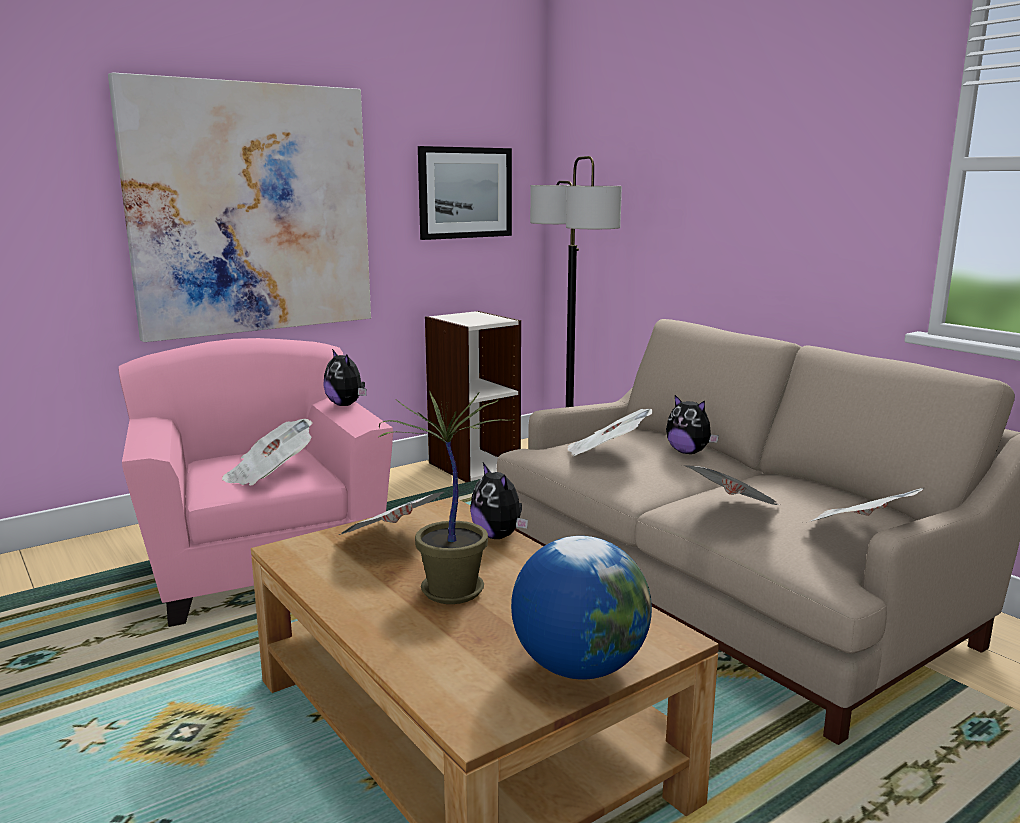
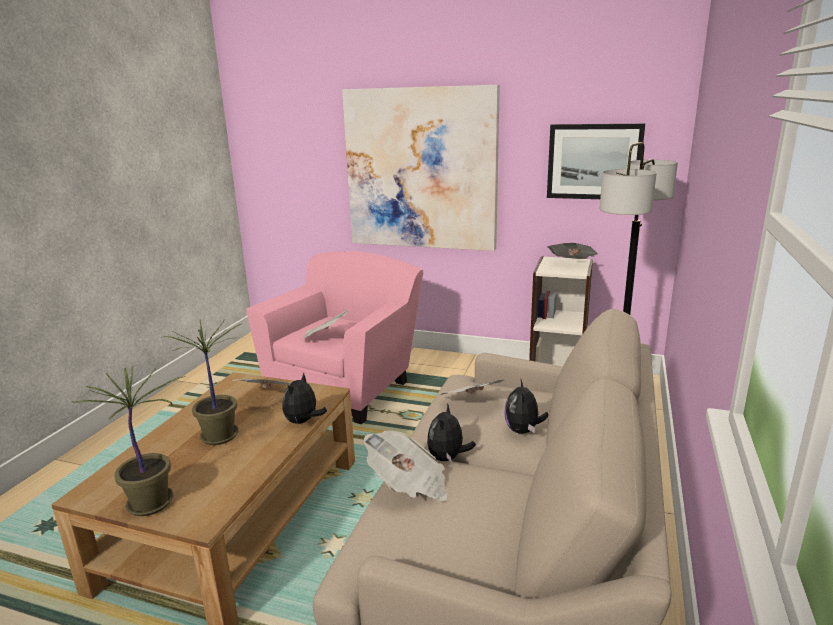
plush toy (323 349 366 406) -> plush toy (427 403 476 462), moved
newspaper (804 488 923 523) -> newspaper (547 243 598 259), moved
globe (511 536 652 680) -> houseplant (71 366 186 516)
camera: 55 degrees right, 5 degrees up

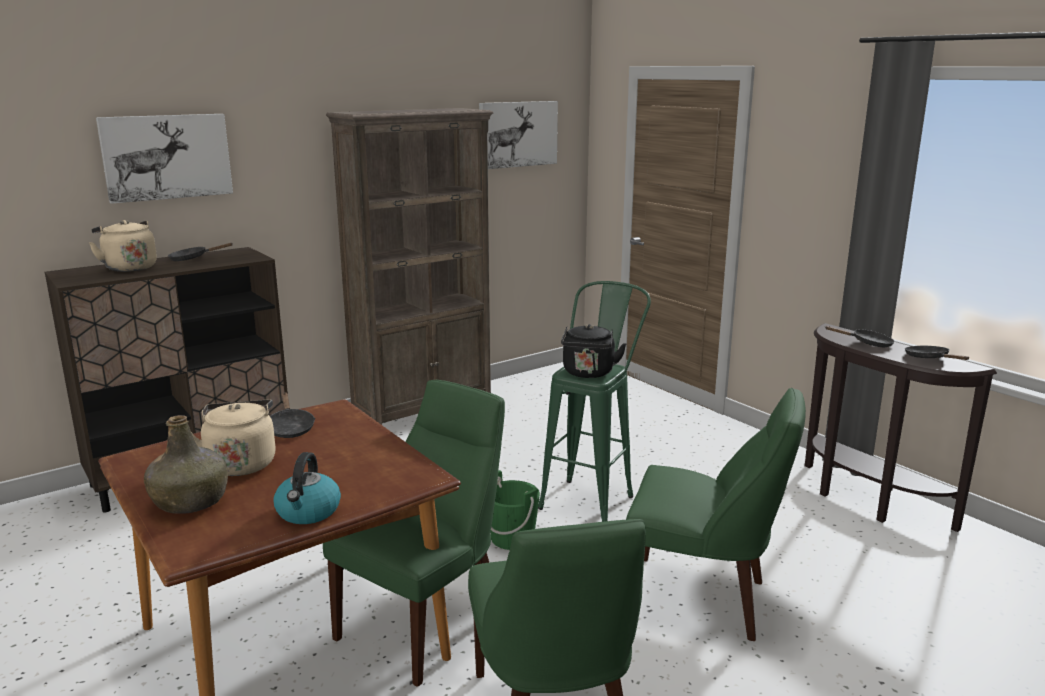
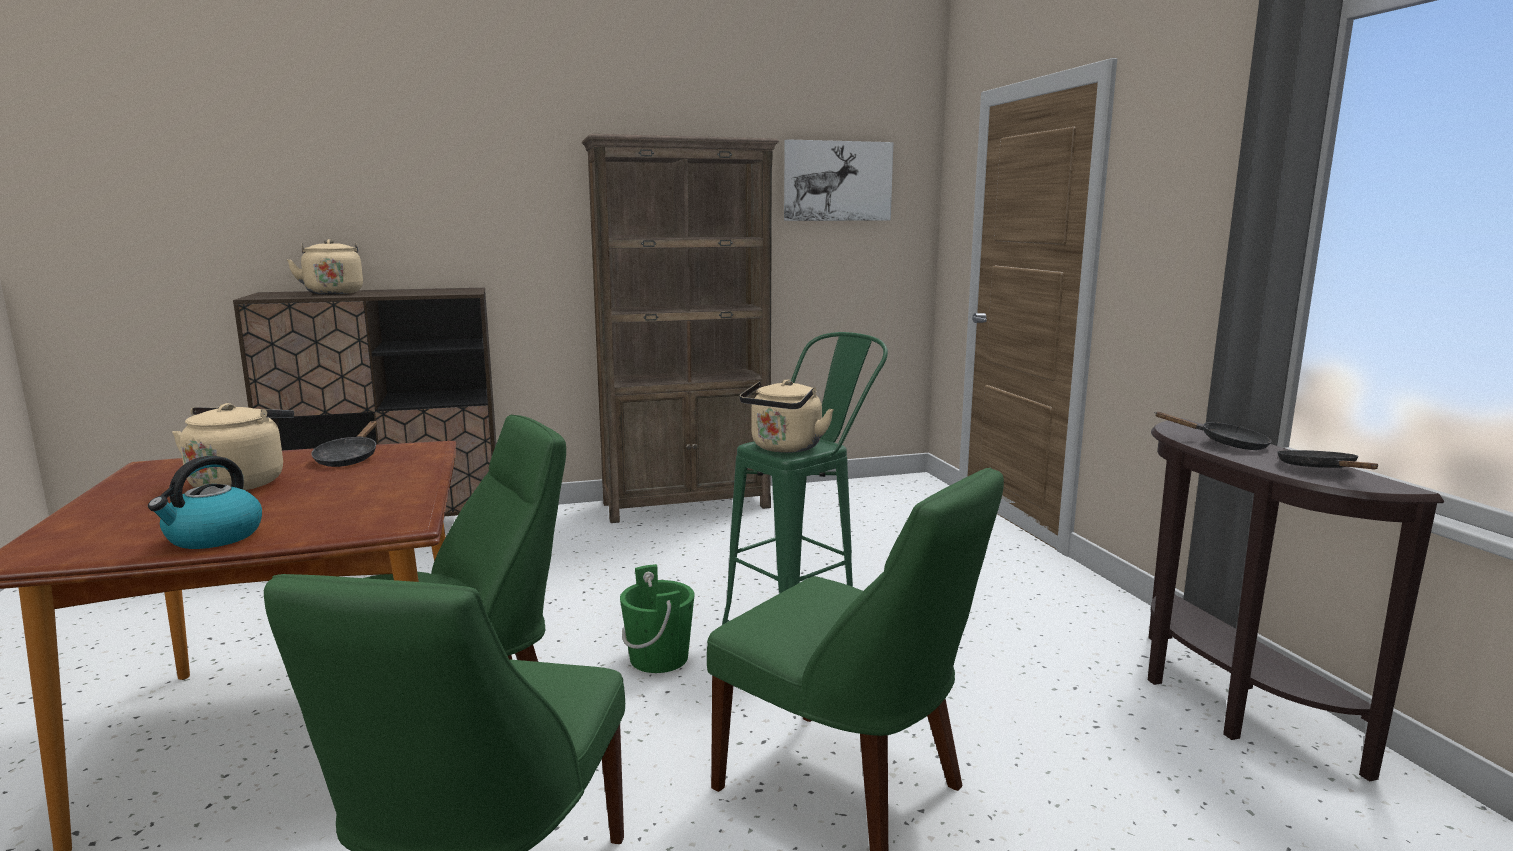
picture (96 114 233 204) -> none
green-coloured drink bottle (144 415 228 514) -> none
black frying pan (168 243 233 261) -> none
black tea kettle (561 324 626 378) -> beige-coloured tea kettle (740 379 834 453)
camera: 20 degrees right, 5 degrees down

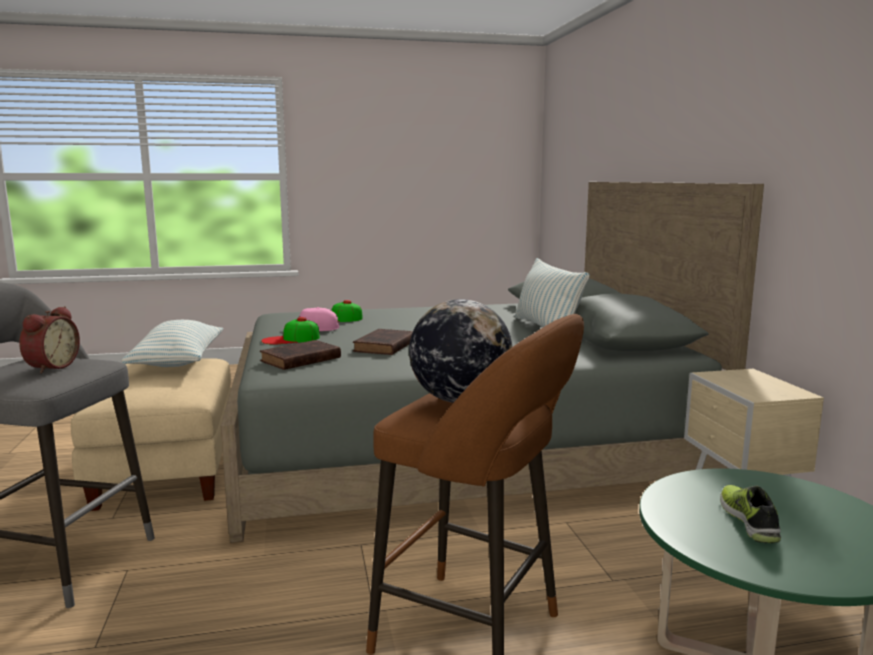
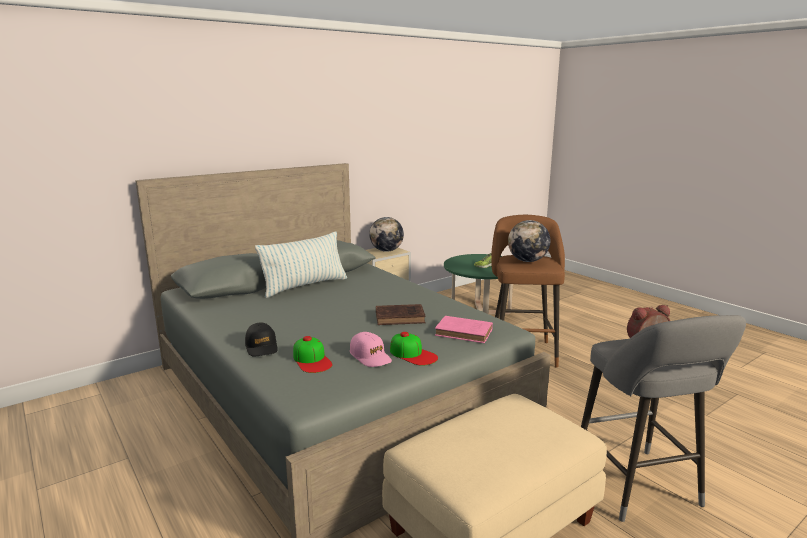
pillow (121 320 223 367) -> none
none -> black cap (245 323 278 356)
none -> globe (369 217 404 252)
brown bound book (260 340 341 370) -> pink-coloured bound book (435 316 493 343)
camera: 115 degrees left, 5 degrees up

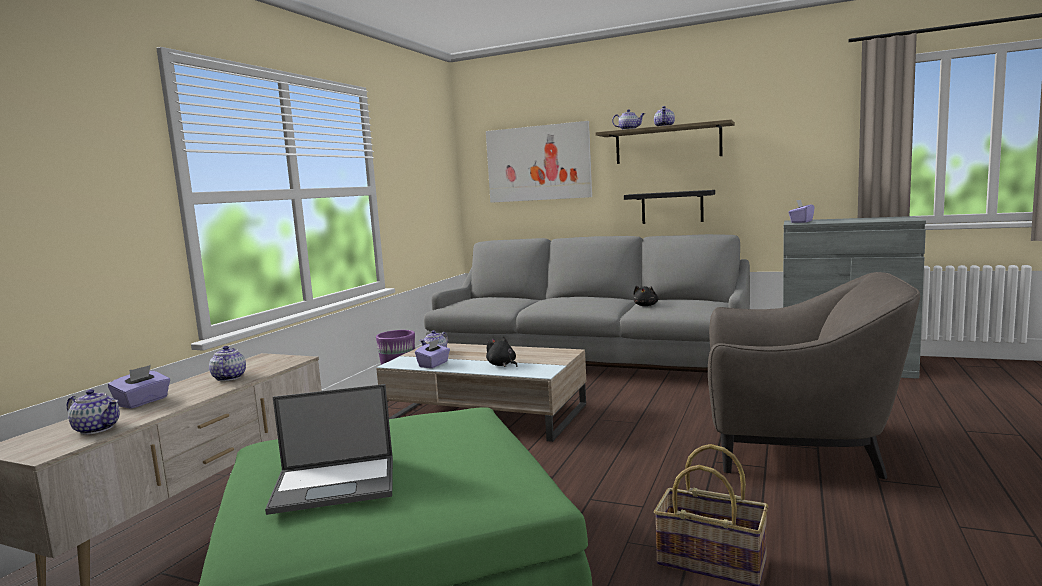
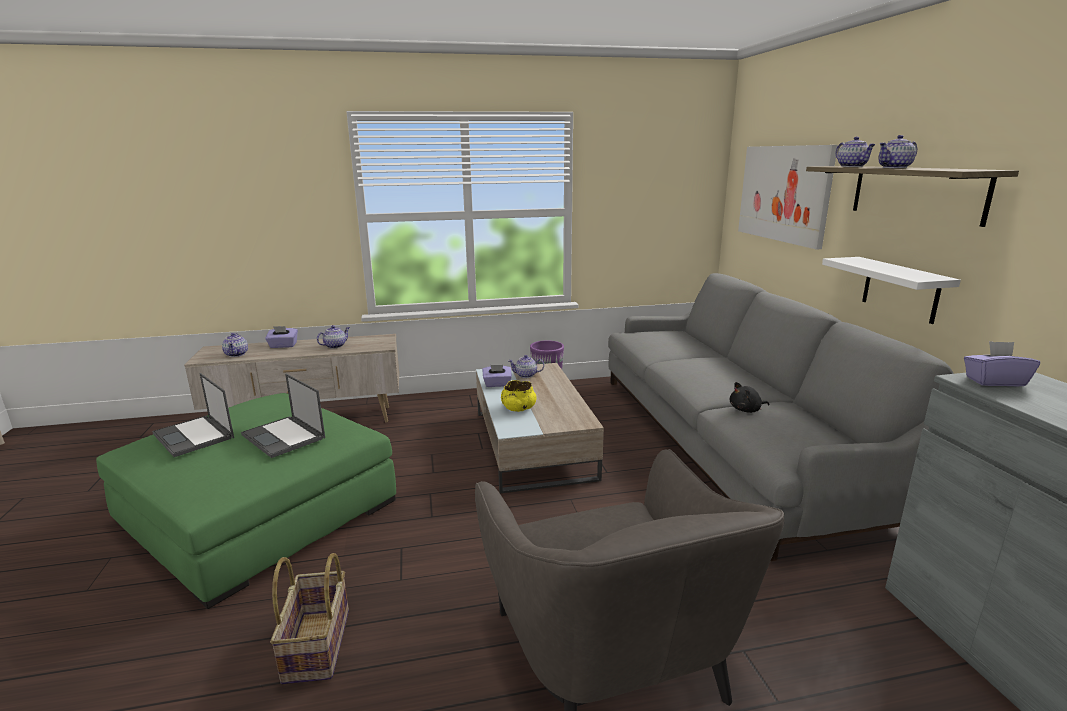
none -> portable computer (241 374 325 458)
black plush toy (486 337 518 367) -> yellowish deep dish (501 380 536 412)
black shelf (624 190 715 224) -> white-coloured shelf (822 257 961 324)
camera: 55 degrees right, 10 degrees up

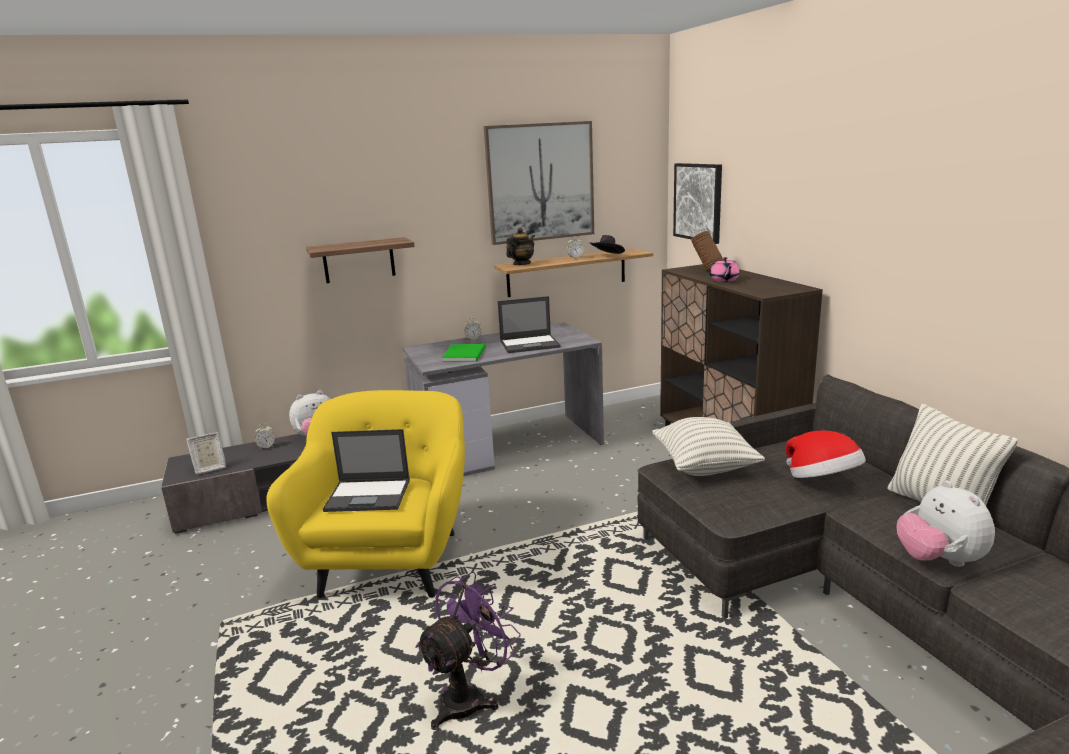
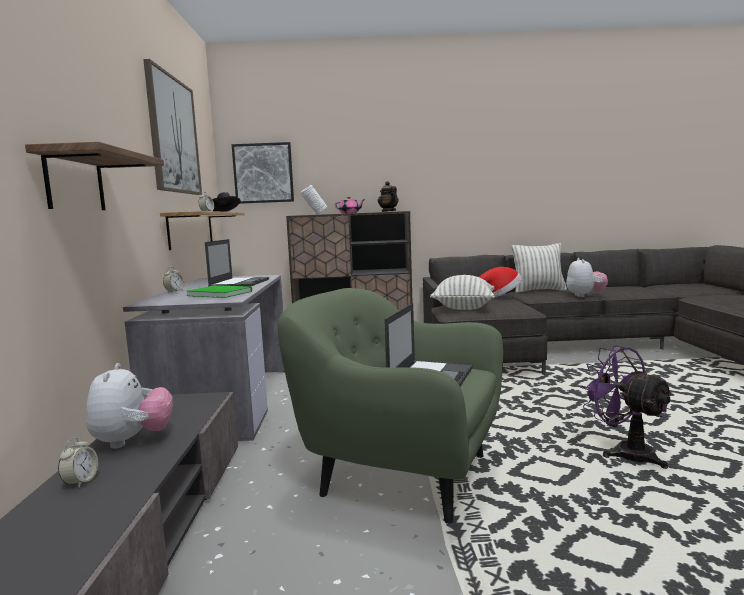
standing frame (186 432 226 475) -> none
teapot (506 227 535 265) -> teapot (378 181 399 212), moved
yellowish armchair (266 390 465 598) -> green-coloured armchair (278 288 503 524)
brown vase (691 231 723 271) -> white-coloured vase (301 185 327 215)
plush toy (896 481 995 567) -> plush toy (566 258 608 297), 90 degrees counterclockwise
camera: 70 degrees left, 10 degrees down

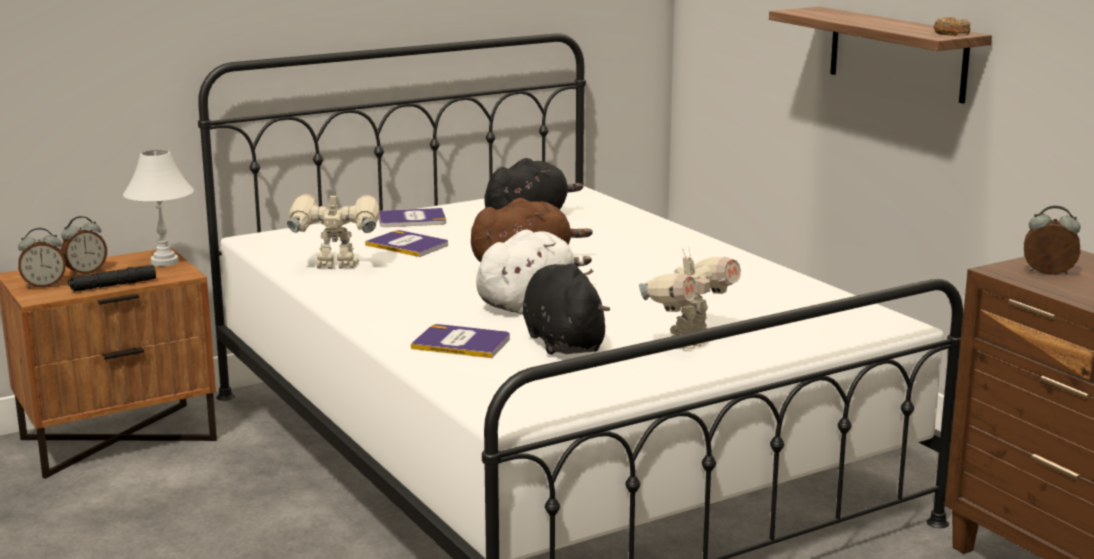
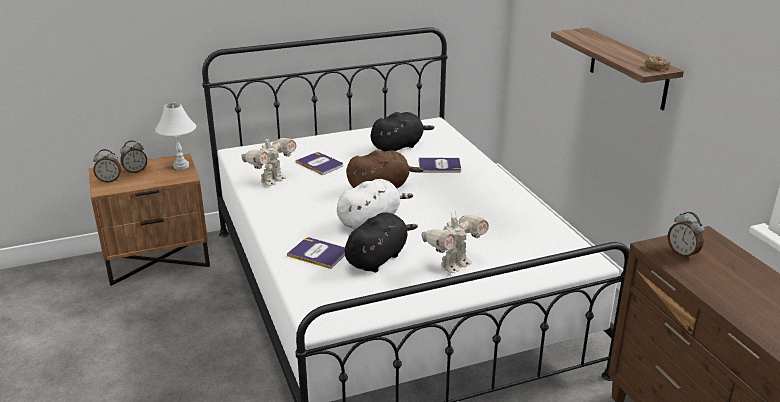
black flashlight (68 265 156 292) -> none
bound book (379 208 446 227) -> bound book (419 158 461 173), moved
model robot (287 188 380 269) -> model robot (241 134 297 186), 120 degrees clockwise
black plush toy (523 263 610 355) -> black plush toy (345 212 418 272), 45 degrees clockwise
alarm clock (1024 205 1081 275) -> alarm clock (668 212 704 259), 150 degrees counterclockwise
camera: 10 degrees right, 10 degrees up

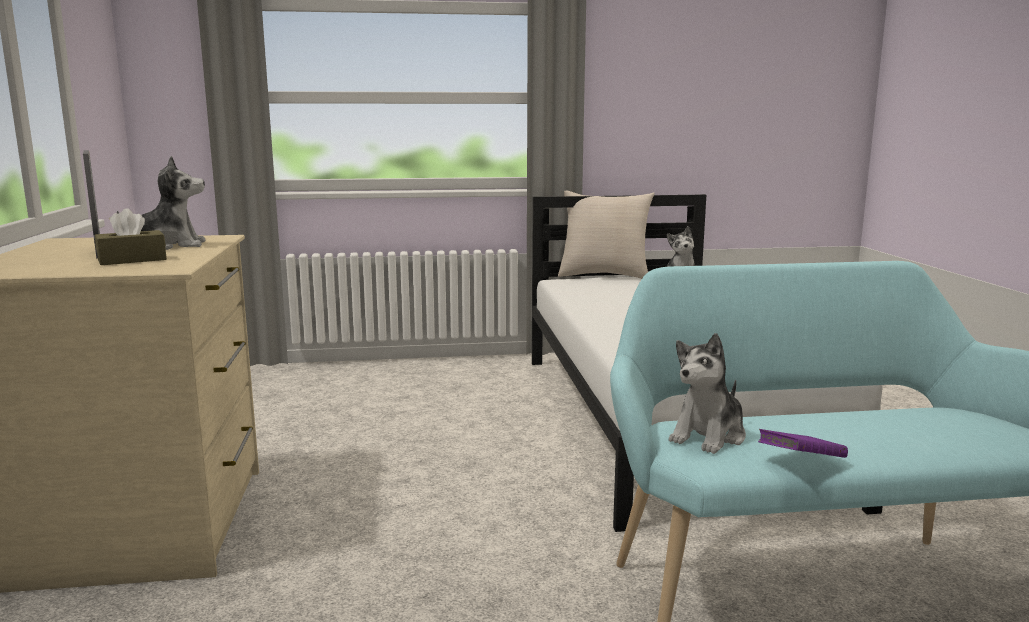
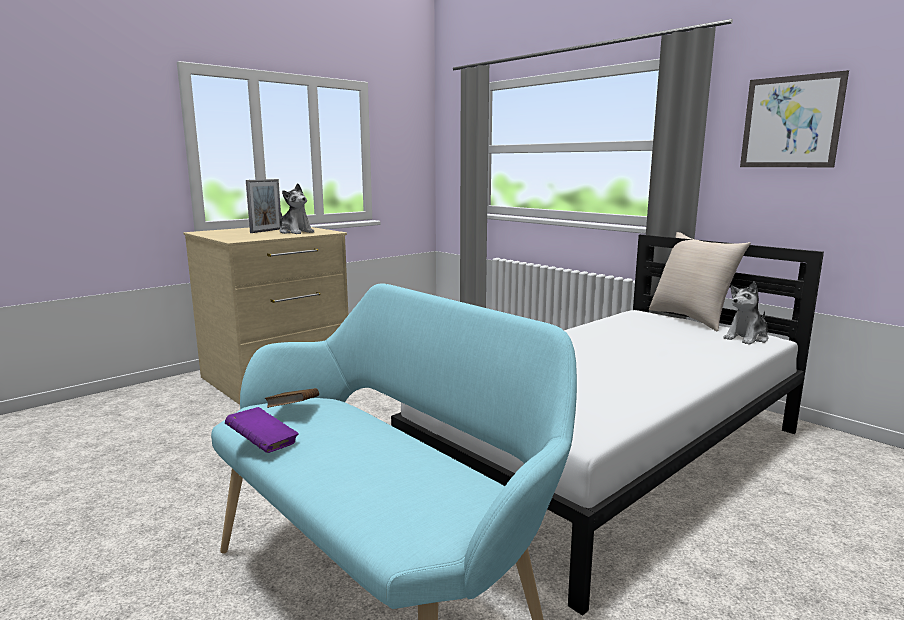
brown tissue holder (95 208 167 265) -> none
none -> picture (740 70 849 167)
plush toy (669 333 746 454) -> brown bound book (265 388 319 408)
camera: 55 degrees right, 0 degrees up

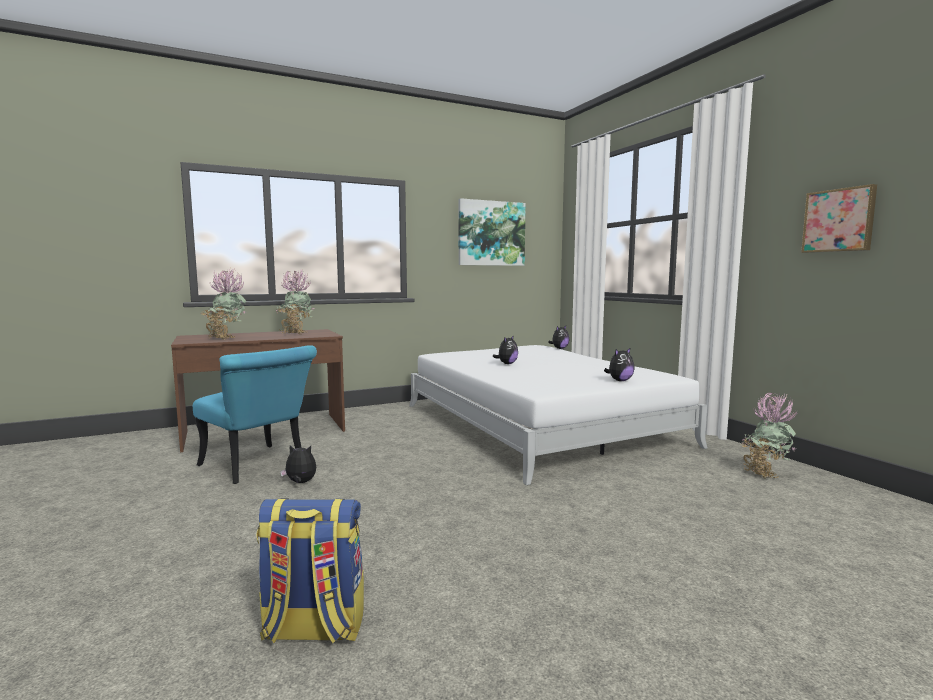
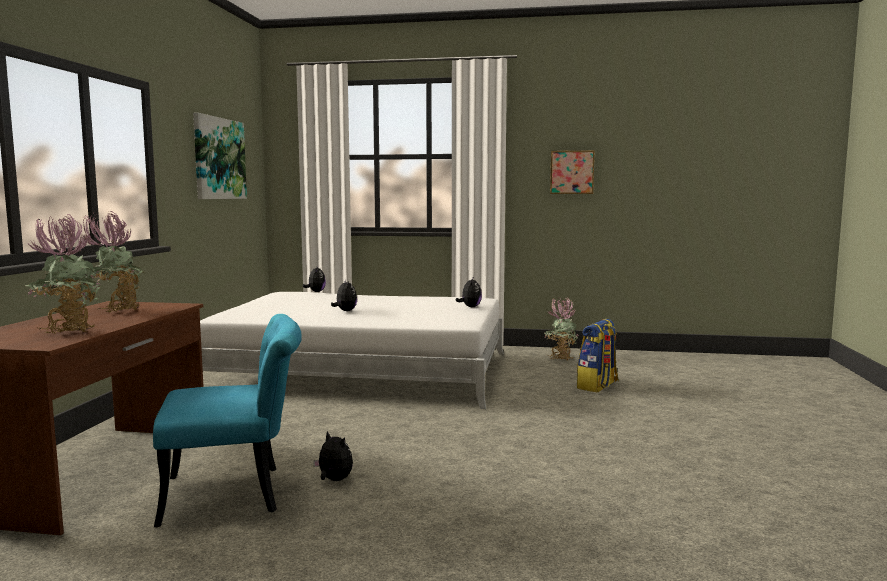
backpack (256 499 364 643) -> backpack (577 319 619 392), moved
plush toy (280 445 316 483) -> plush toy (313 431 353 481), 90 degrees clockwise
camera: 55 degrees left, 0 degrees up

